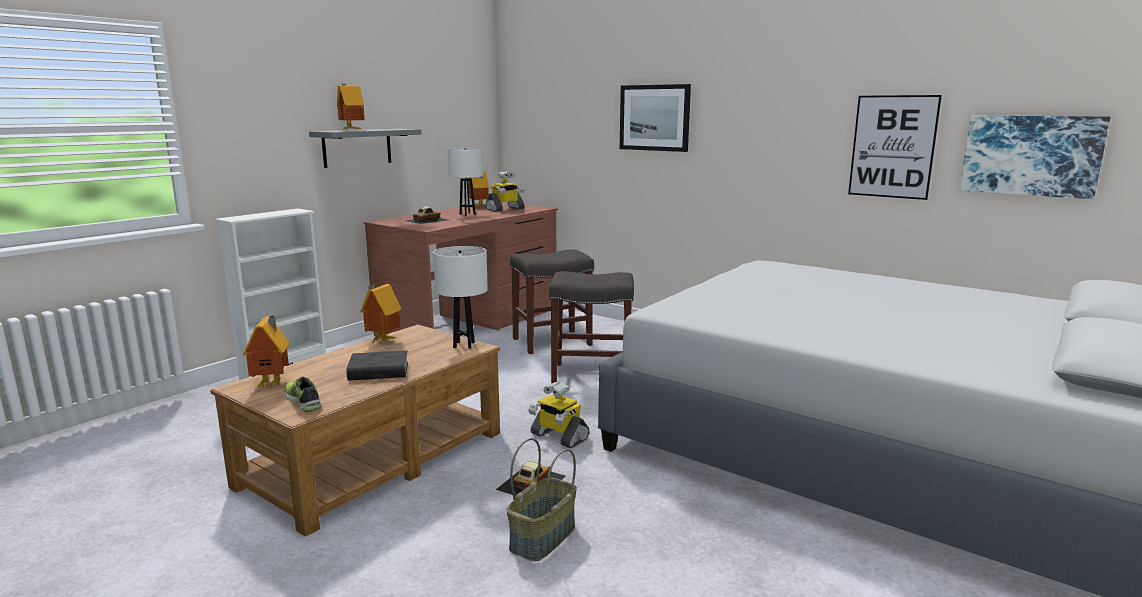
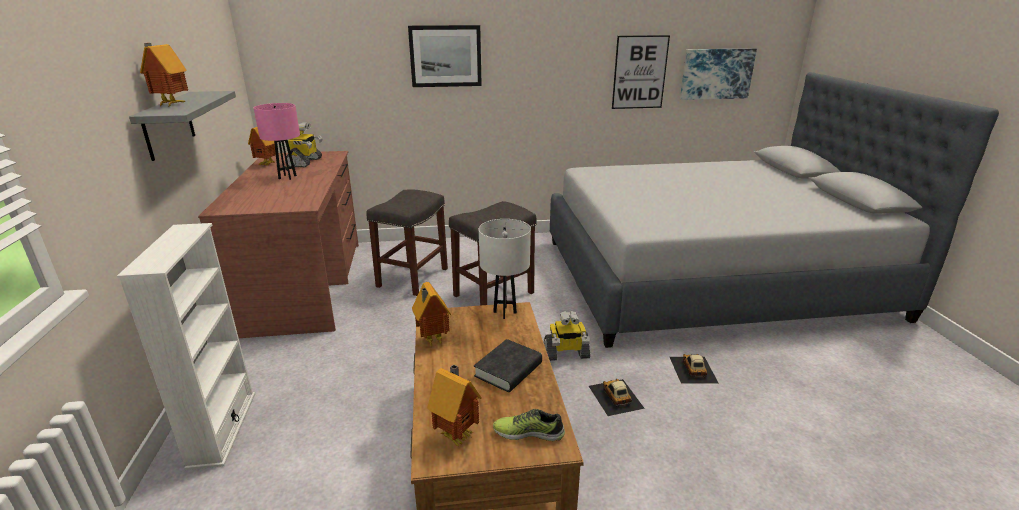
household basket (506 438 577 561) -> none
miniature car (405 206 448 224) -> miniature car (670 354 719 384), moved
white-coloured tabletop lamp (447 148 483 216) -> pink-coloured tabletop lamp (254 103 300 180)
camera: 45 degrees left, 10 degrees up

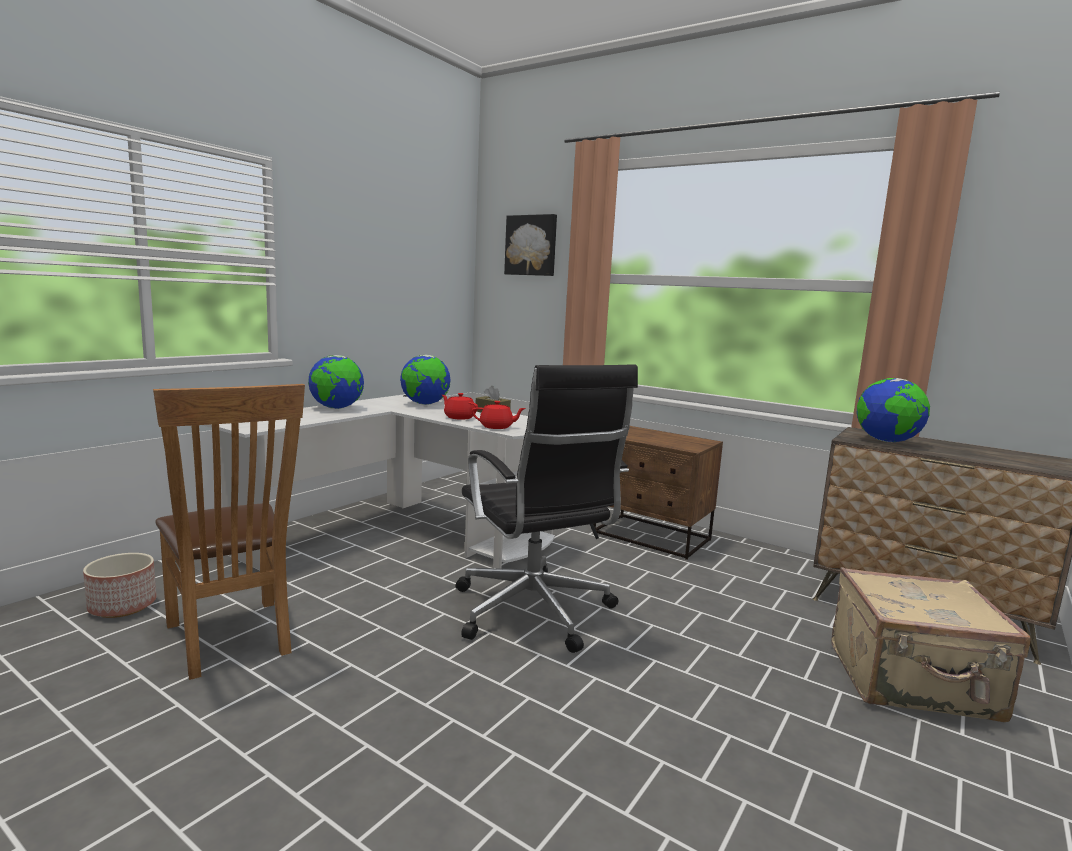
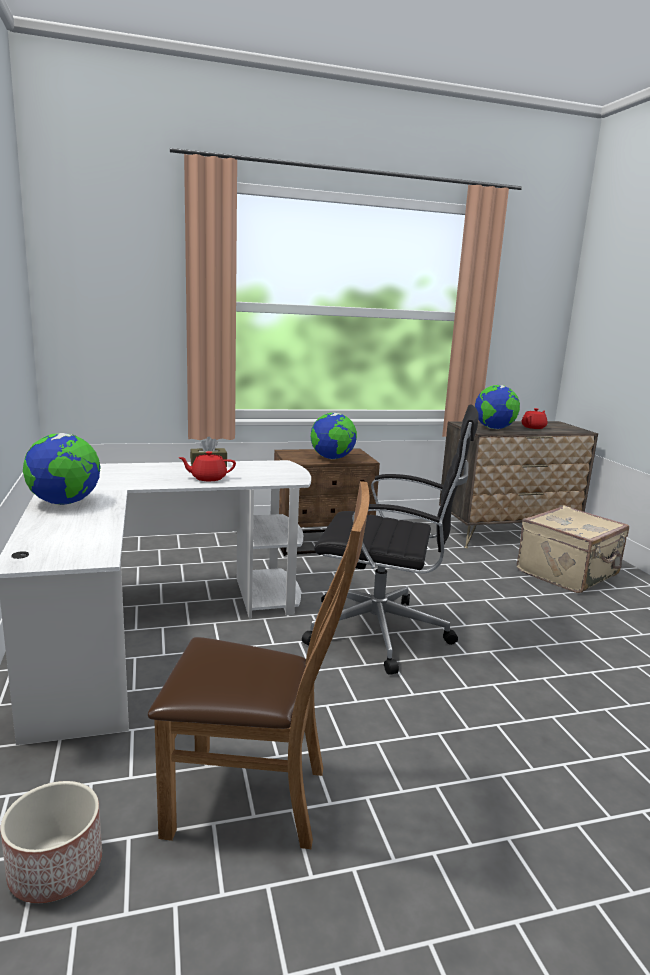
picture (504 214 557 276) -> none
globe (400 355 451 405) -> globe (311 413 357 459), moved
reddish teapot (472 401 526 429) -> reddish teapot (521 408 547 429), moved
camera: 50 degrees left, 5 degrees up

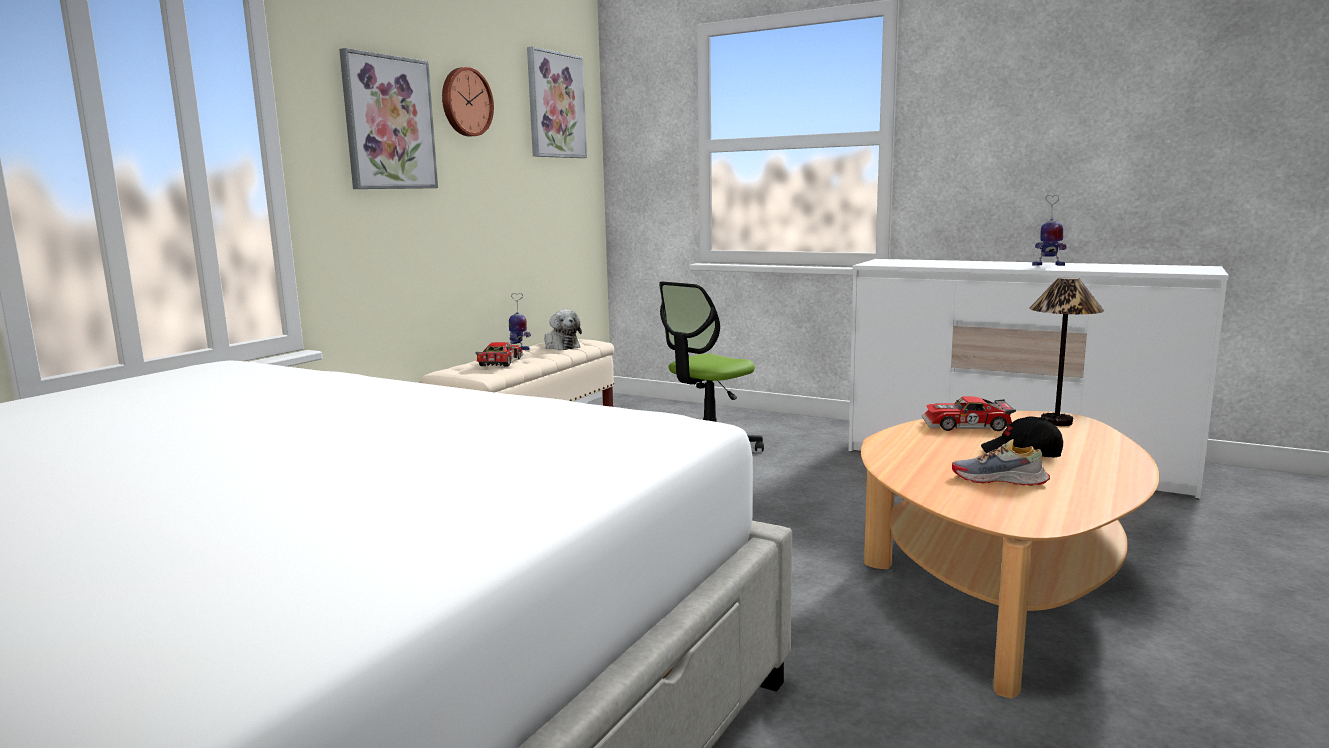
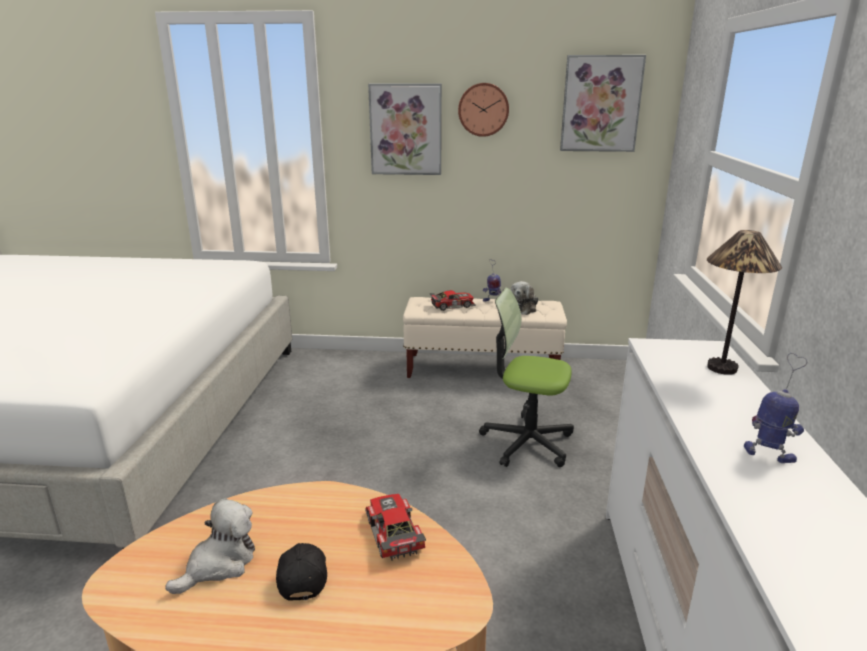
tabletop lamp (1029 277 1104 426) -> tabletop lamp (707 230 782 375), moved
low shoe (952 439 1050 486) -> plush toy (165 498 255 594)
model robot (1032 195 1067 266) -> model robot (744 353 807 463), 135 degrees clockwise
camera: 65 degrees right, 10 degrees up

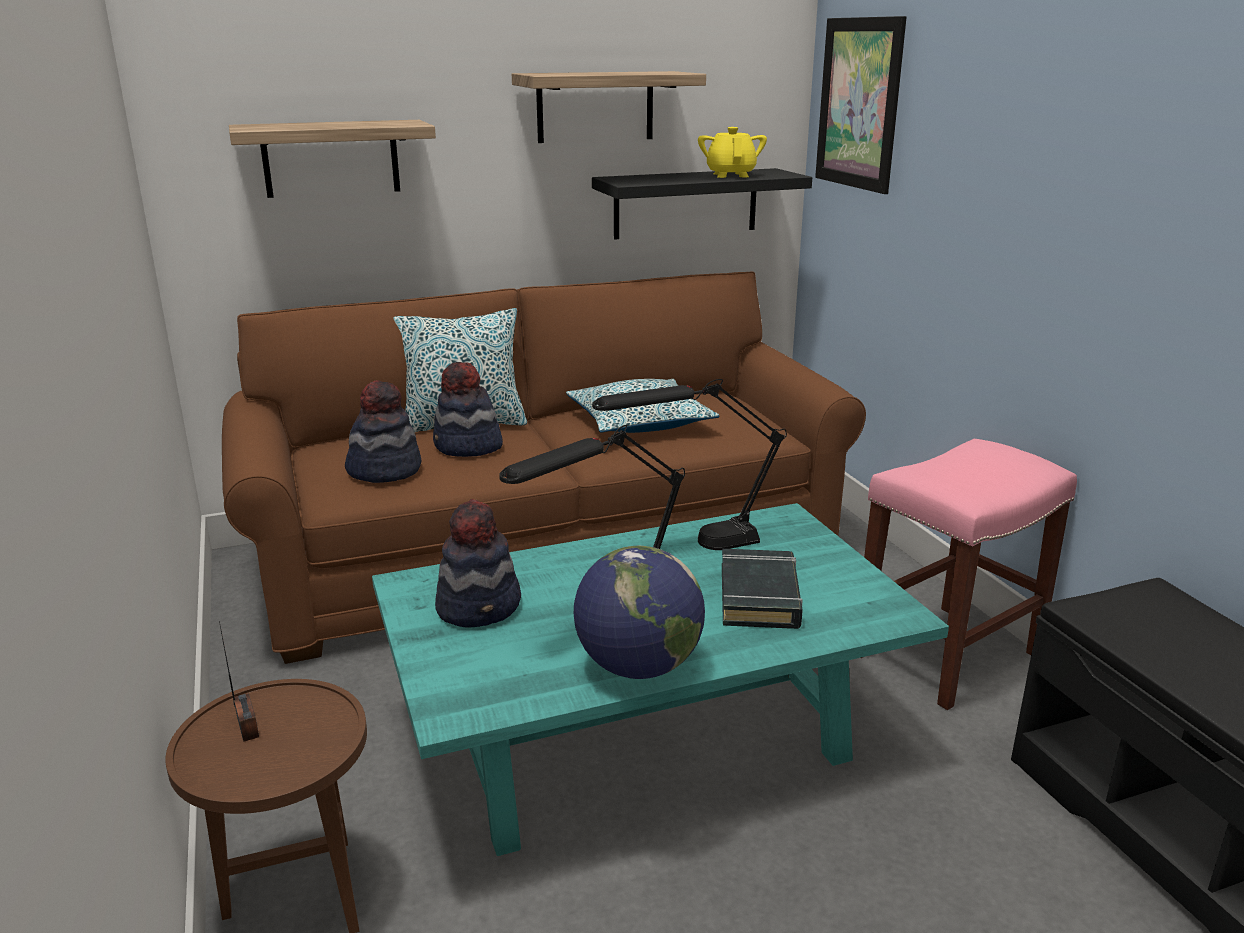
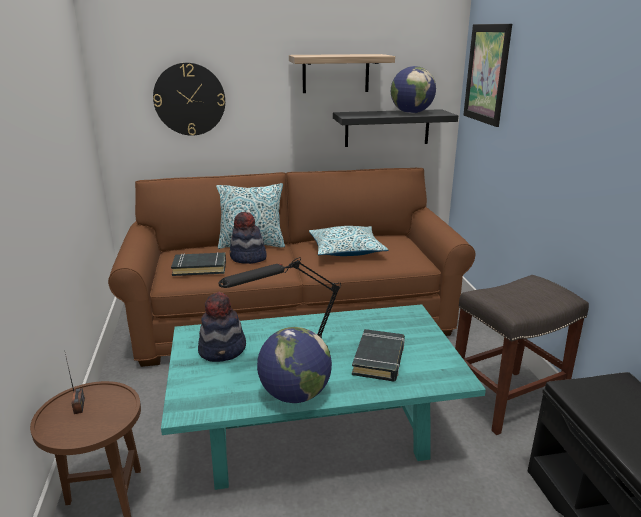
black tabletop lamp (592 379 787 550) -> none
shelf (229 120 436 198) -> hanging clock (153 63 225 136)
wearable hat (345 380 421 483) -> black bound book (171 252 226 276)
yellowish teapot (698 127 767 178) -> globe (391 66 436 113)
pink-coloured stool (861 439 1077 710) -> gray stool (455 275 589 435)
camera: 10 degrees right, 0 degrees up

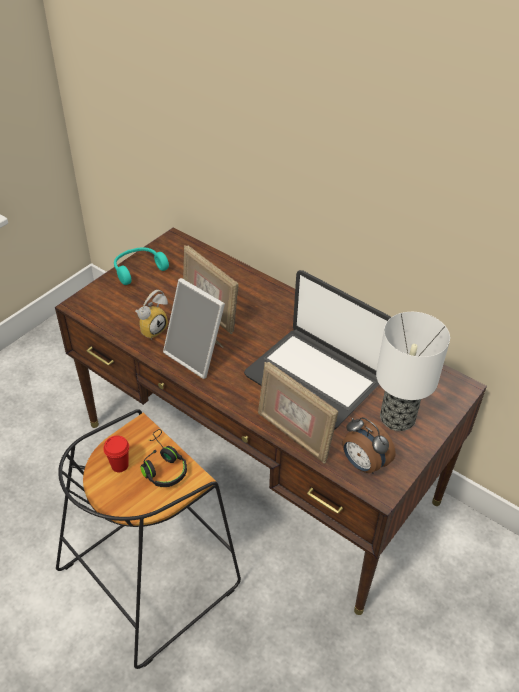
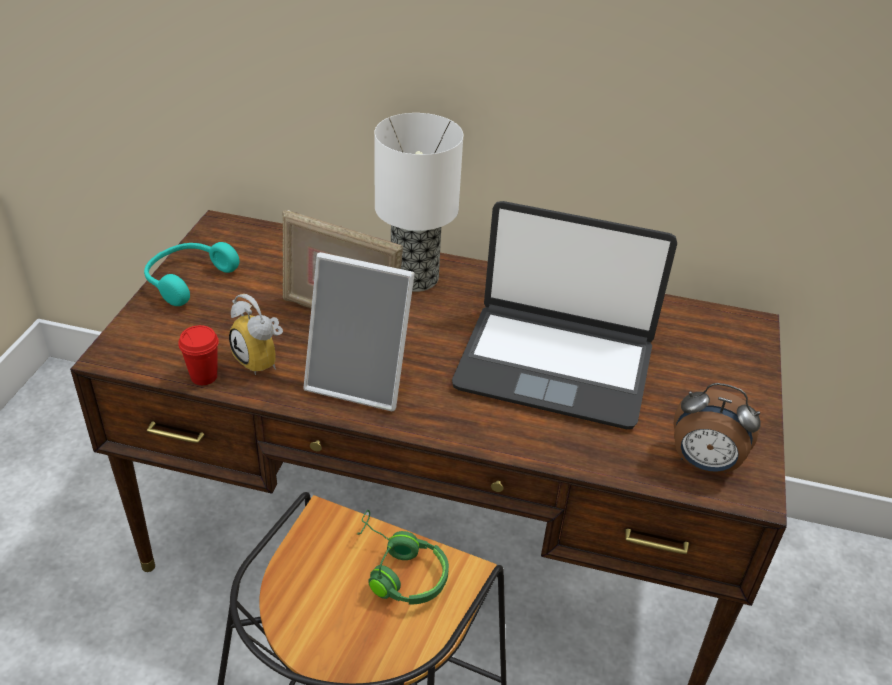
standing frame (258 362 338 464) -> none
reddish small cup (104 435 129 472) -> reddish small cup (178 325 219 385), moved
tabletop lamp (376 312 450 431) -> tabletop lamp (374 113 463 292), moved
black pair of headphones (141 429 187 487) -> green-coloured pair of headphones (356 510 449 605)
alarm clock (135 290 168 340) -> alarm clock (229 294 283 375), 120 degrees clockwise
camera: 25 degrees left, 5 degrees down

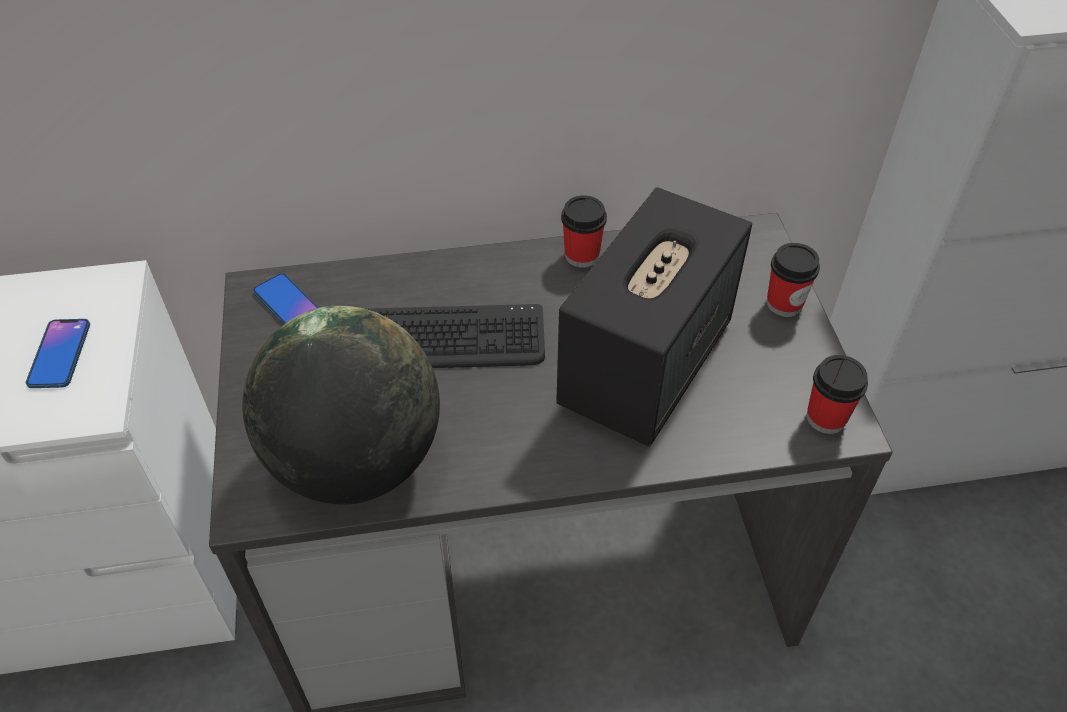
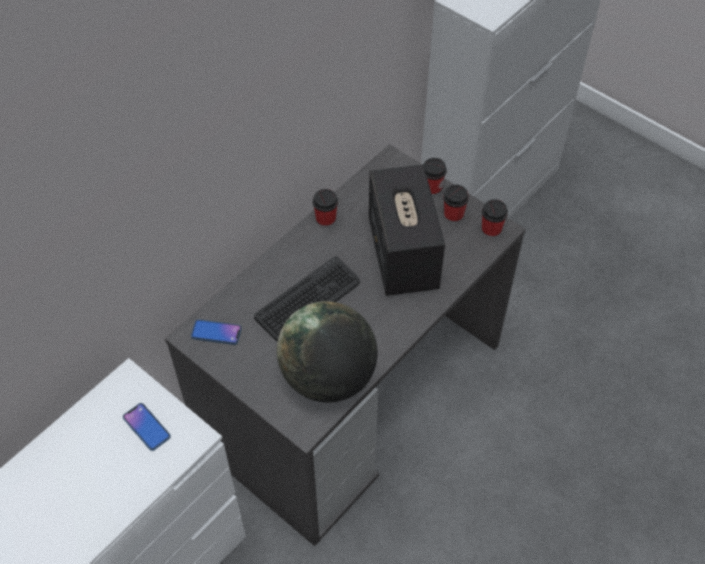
none -> small cup (443 185 469 224)
camera: 40 degrees left, 5 degrees up

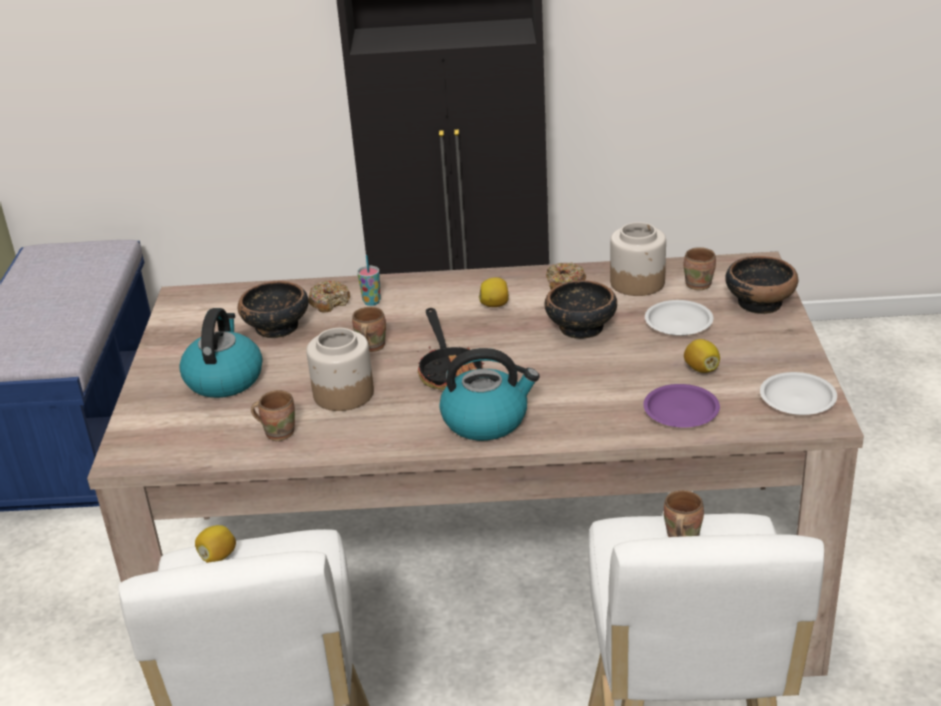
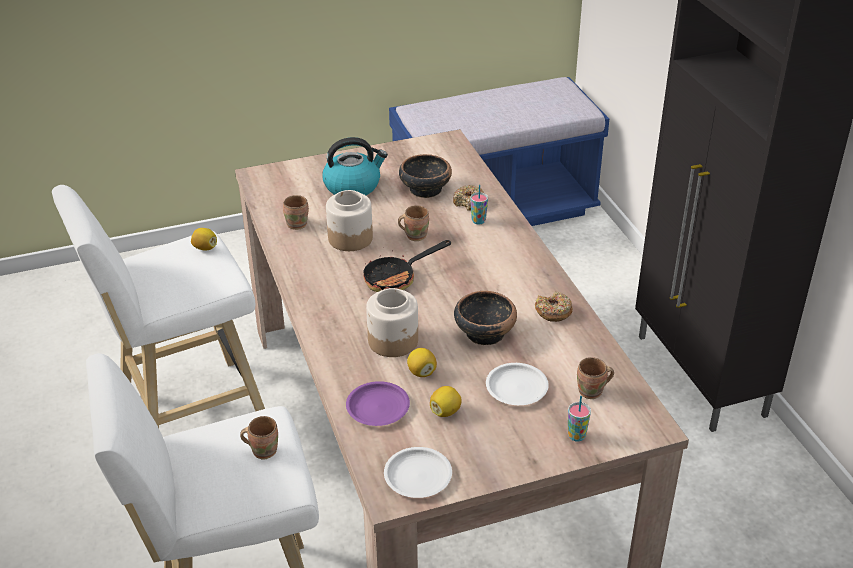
tea kettle (439 348 540 441) -> none
lemon (479 277 509 307) -> lemon (407 348 437 377), moved
storage jar (610 222 666 296) -> storage jar (366 288 418 357), moved
deep dish (725 256 798 314) -> small cup (568 396 591 442)
camera: 70 degrees right, 5 degrees up

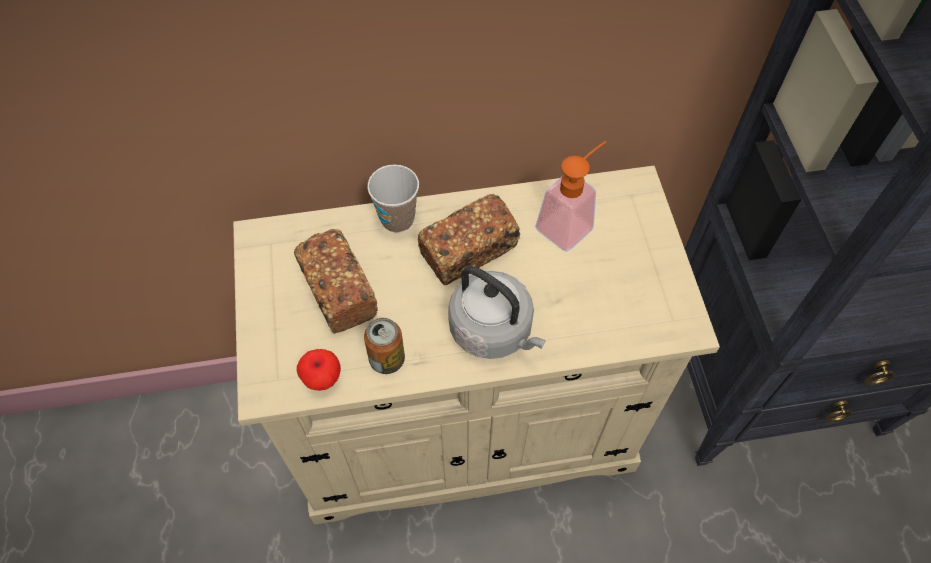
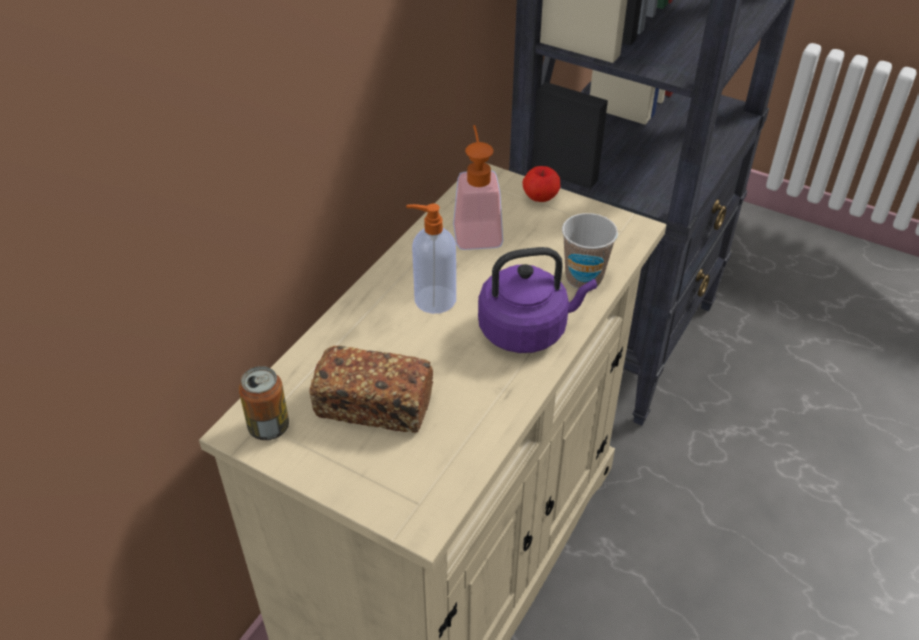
whole apple (297 349 341 391) -> whole apple (522 166 560 202), moved
can (364 318 405 374) -> can (239 366 289 440), moved
small cup (367 165 419 232) -> small cup (562 213 618 289), moved
baked bread (418 194 520 285) -> liquid soap bottle (406 204 456 314)
gray tea kettle (448 266 546 359) -> purple-coloured tea kettle (478 247 597 353)
camera: 50 degrees left, 15 degrees down

